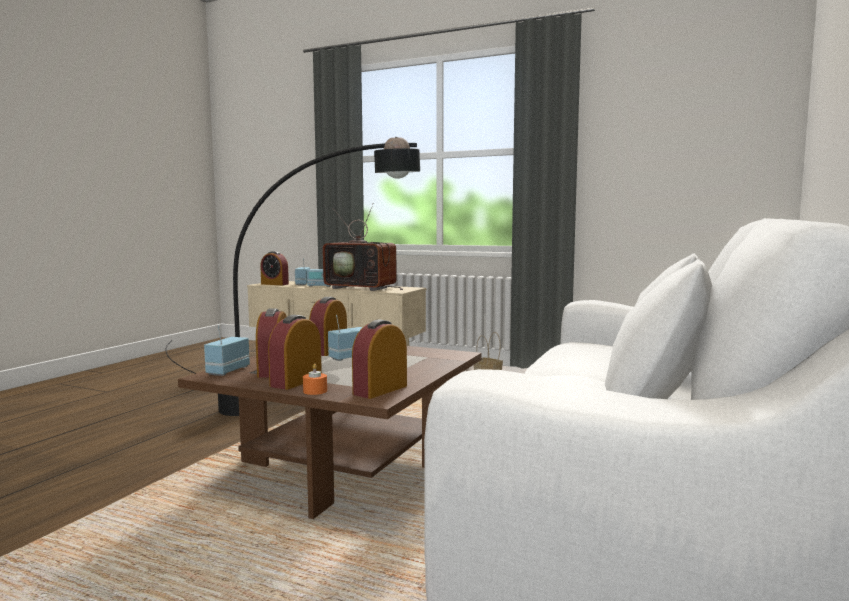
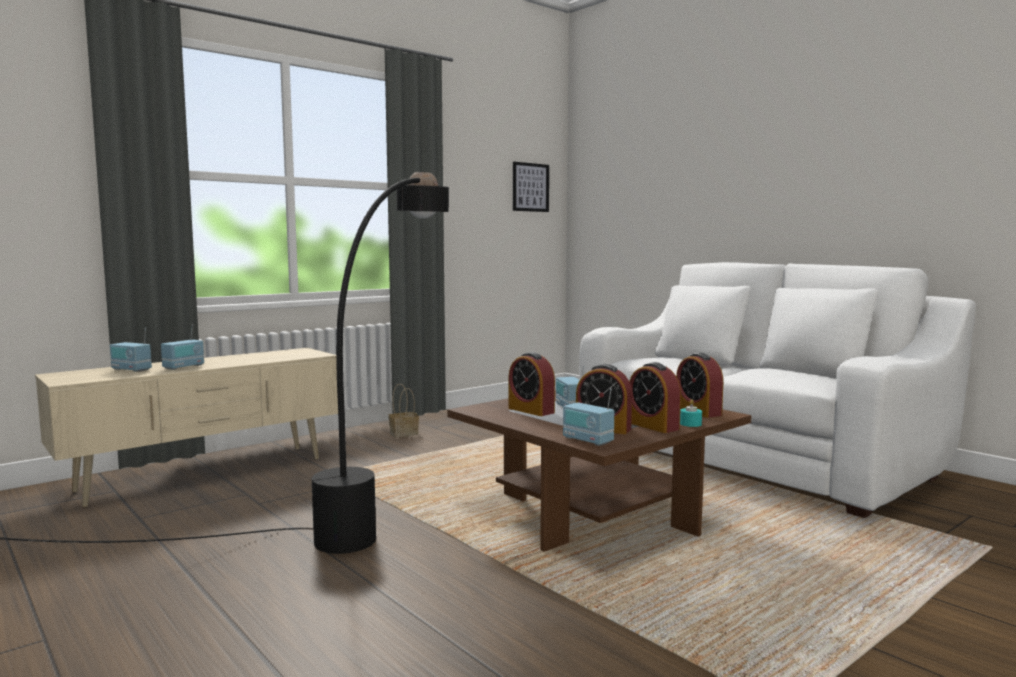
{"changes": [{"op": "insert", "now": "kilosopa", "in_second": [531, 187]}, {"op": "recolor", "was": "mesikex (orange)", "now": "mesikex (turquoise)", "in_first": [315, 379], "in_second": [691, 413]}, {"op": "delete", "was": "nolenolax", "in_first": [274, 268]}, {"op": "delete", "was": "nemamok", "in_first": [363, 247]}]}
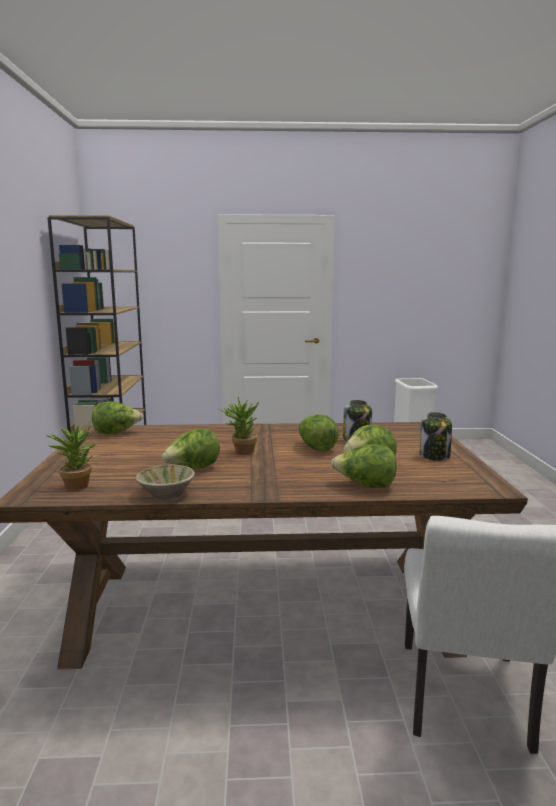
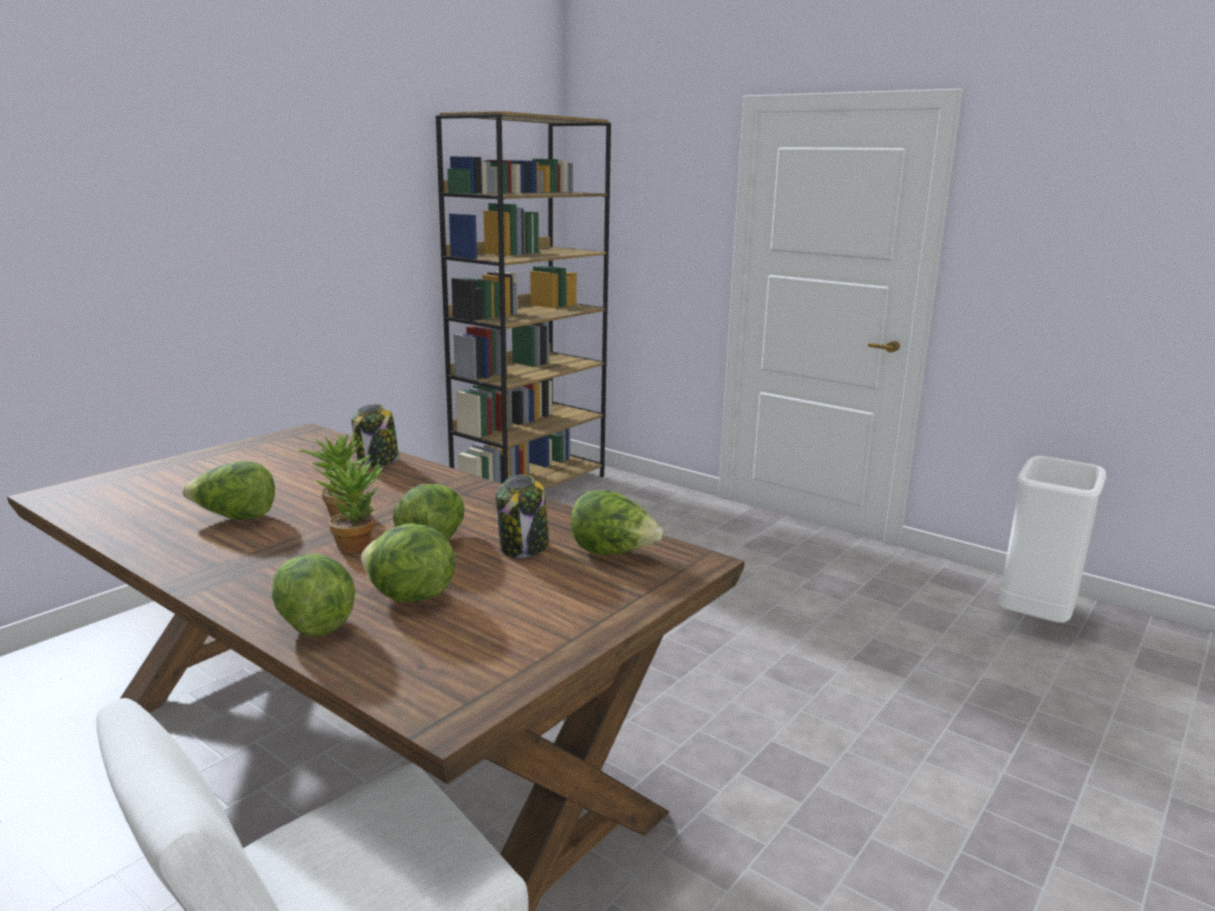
{"changes": [{"op": "move", "was": "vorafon", "in_first": [71, 456], "in_second": [347, 505]}, {"op": "move", "was": "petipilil", "in_first": [436, 436], "in_second": [375, 436]}, {"op": "move", "was": "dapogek", "in_first": [117, 418], "in_second": [616, 522]}, {"op": "delete", "was": "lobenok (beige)", "in_first": [165, 482]}]}
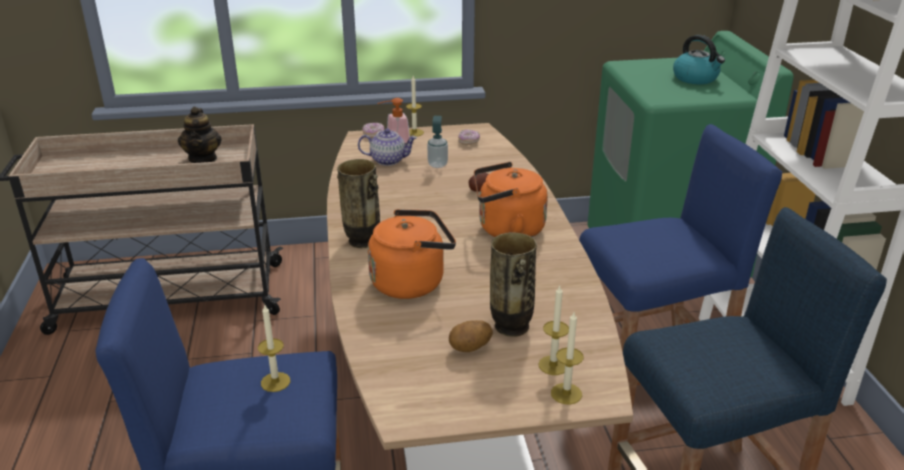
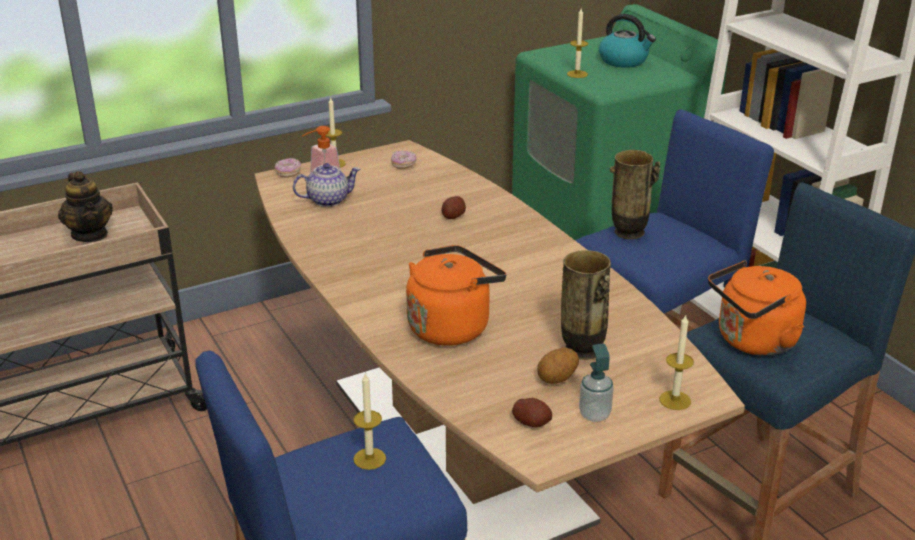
{"changes": [{"op": "insert", "now": "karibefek", "in_second": [532, 413]}, {"op": "move", "was": "mesikex", "in_first": [553, 330], "in_second": [577, 43]}, {"op": "move", "was": "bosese", "in_first": [437, 142], "in_second": [596, 382]}, {"op": "move", "was": "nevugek", "in_first": [358, 203], "in_second": [635, 194]}, {"op": "move", "was": "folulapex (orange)", "in_first": [511, 199], "in_second": [757, 308]}]}
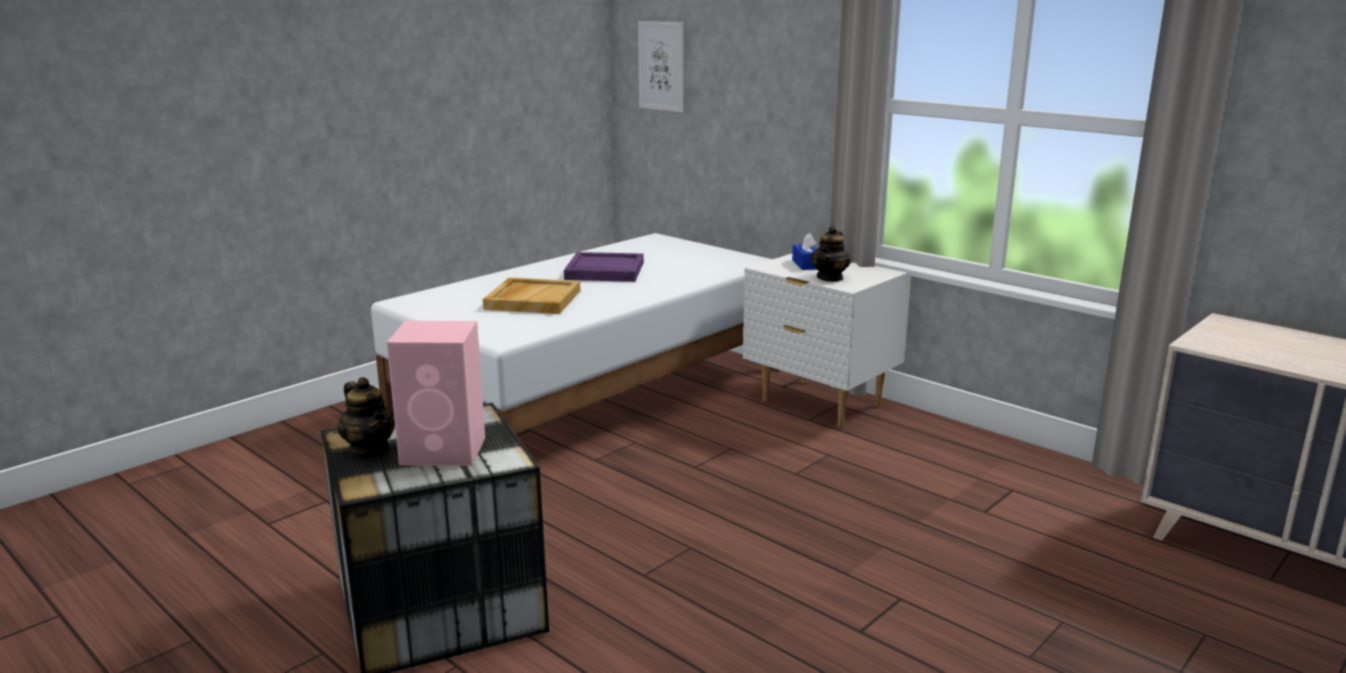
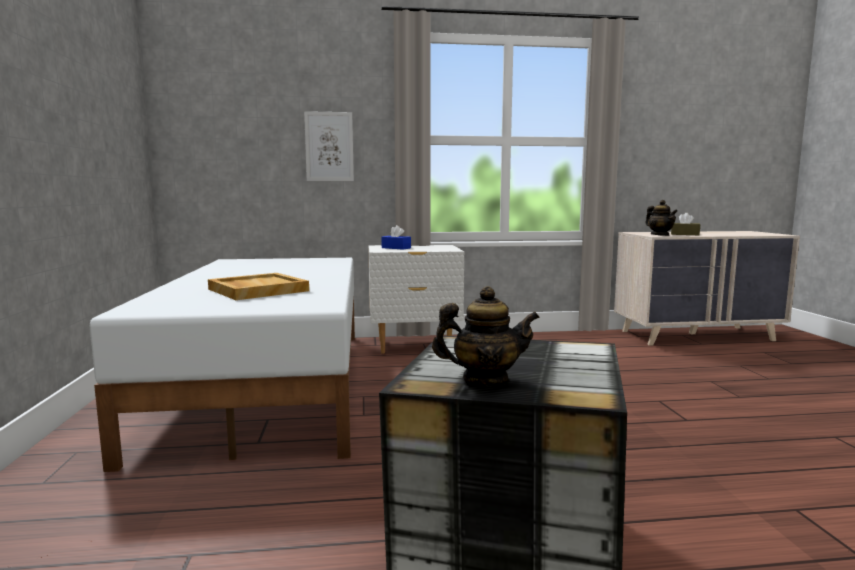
{"changes": [{"op": "move", "was": "kilosopa", "in_first": [660, 67], "in_second": [329, 146]}, {"op": "move", "was": "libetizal", "in_first": [831, 254], "in_second": [661, 218]}, {"op": "insert", "now": "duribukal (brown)", "in_second": [685, 224]}, {"op": "delete", "was": "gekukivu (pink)", "in_first": [436, 393]}, {"op": "delete", "was": "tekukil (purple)", "in_first": [604, 267]}]}
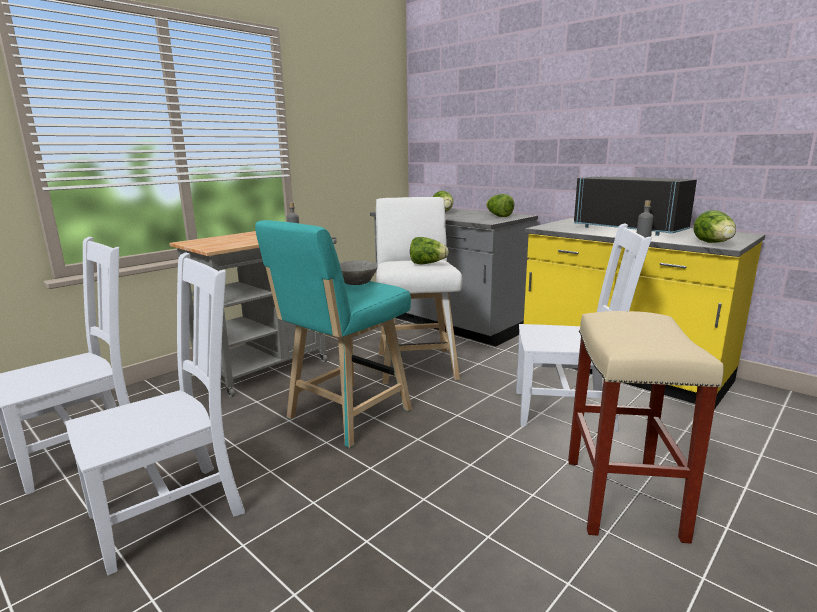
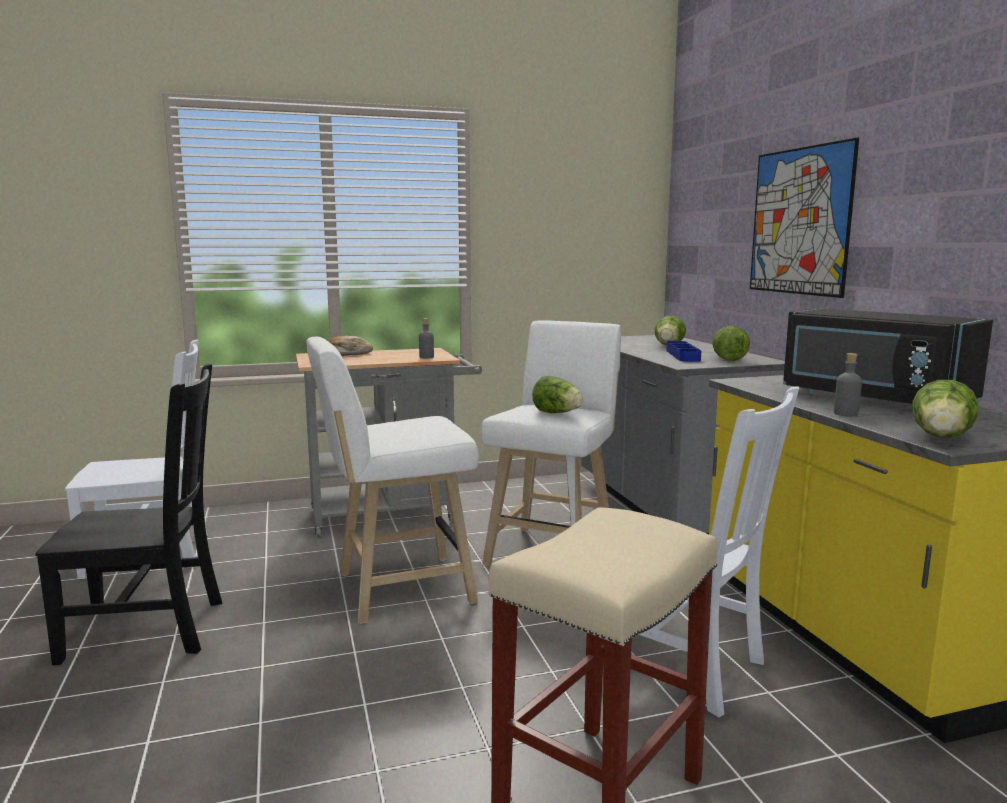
{"changes": [{"op": "recolor", "was": "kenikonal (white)", "now": "kenikonal (black)", "in_first": [155, 414], "in_second": [128, 514]}, {"op": "recolor", "was": "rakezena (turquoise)", "now": "rakezena (white)", "in_first": [333, 334], "in_second": [392, 480]}, {"op": "insert", "now": "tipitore", "in_second": [350, 346]}, {"op": "insert", "now": "tekukil (blue)", "in_second": [683, 351]}, {"op": "insert", "now": "kilosopa", "in_second": [804, 218]}, {"op": "rotate", "was": "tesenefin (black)", "in_first": [635, 206], "in_second": [888, 356], "clockwise": 150}, {"op": "delete", "was": "lobenok (grey)", "in_first": [359, 273]}]}
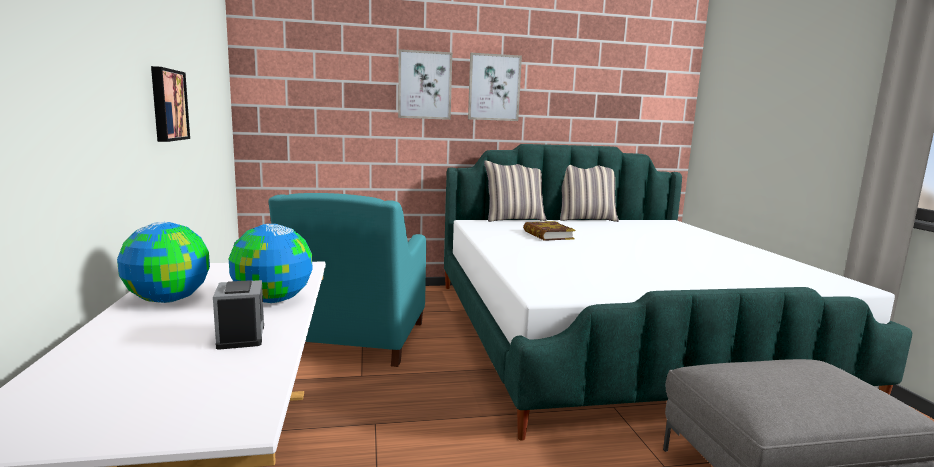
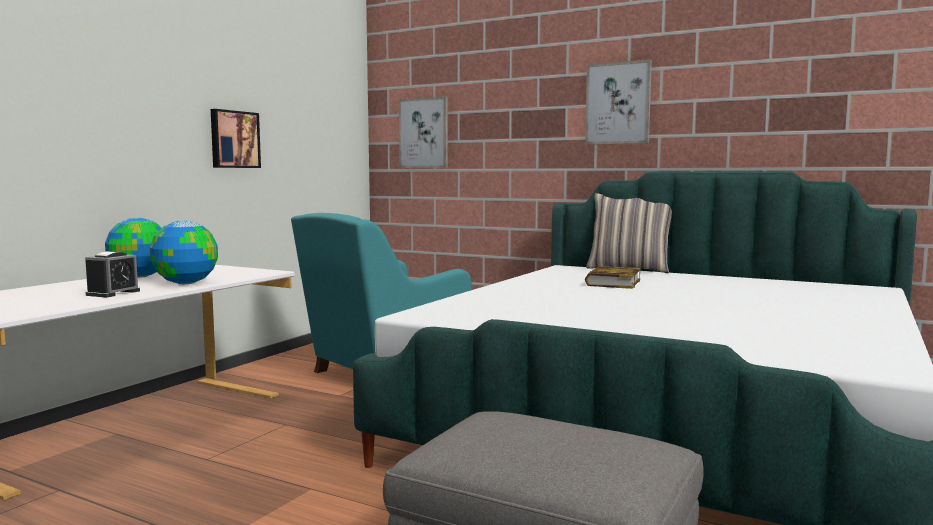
{"changes": [{"op": "move", "was": "kilosopa", "in_first": [425, 84], "in_second": [423, 132]}, {"op": "delete", "was": "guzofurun", "in_first": [589, 193]}]}
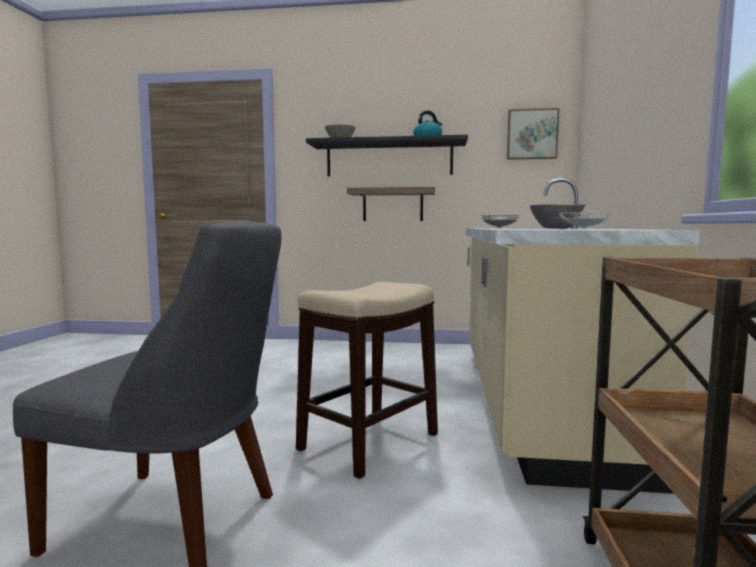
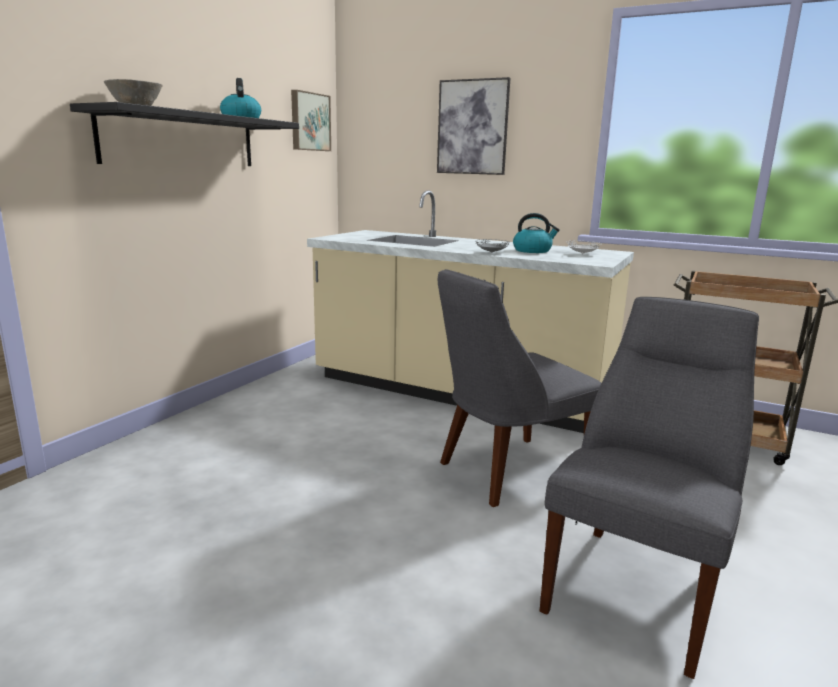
{"changes": [{"op": "insert", "now": "kilosopa", "in_second": [473, 126]}, {"op": "replace", "was": "rakezena", "now": "kenikonal (grey)", "in_first": [367, 380], "in_second": [519, 388]}, {"op": "replace", "was": "lobenok (grey)", "now": "folulapex", "in_first": [557, 216], "in_second": [536, 233]}, {"op": "delete", "was": "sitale", "in_first": [391, 204]}]}
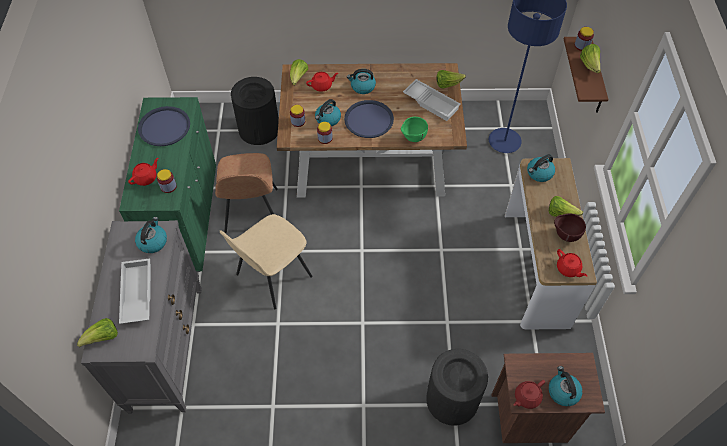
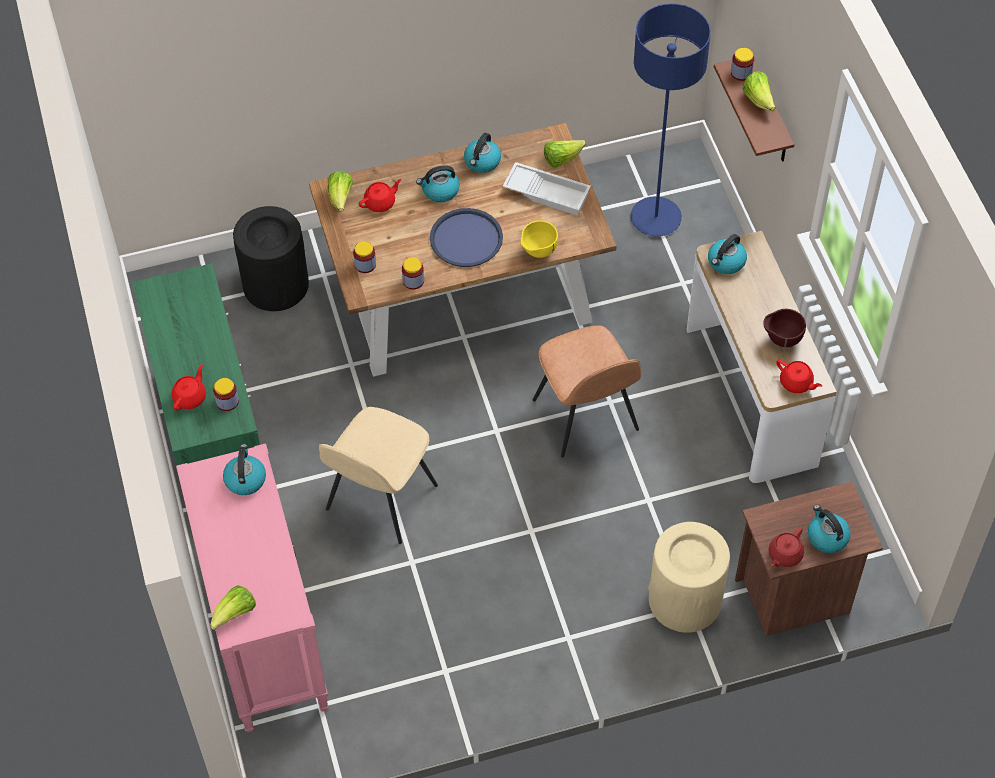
{"changes": [{"op": "recolor", "was": "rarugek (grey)", "now": "rarugek (pink)", "in_first": [141, 316], "in_second": [252, 588]}, {"op": "move", "was": "folulapex", "in_first": [328, 113], "in_second": [482, 153]}, {"op": "recolor", "was": "lobenok (green)", "now": "lobenok (yellow)", "in_first": [414, 129], "in_second": [539, 239]}, {"op": "move", "was": "kenikonal (brown)", "in_first": [246, 193], "in_second": [587, 391]}, {"op": "recolor", "was": "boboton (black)", "now": "boboton (beige)", "in_first": [457, 387], "in_second": [689, 577]}, {"op": "delete", "was": "tekukil (white)", "in_first": [135, 291]}, {"op": "delete", "was": "tekukil (blue)", "in_first": [164, 126]}, {"op": "delete", "was": "dapogek", "in_first": [566, 206]}]}
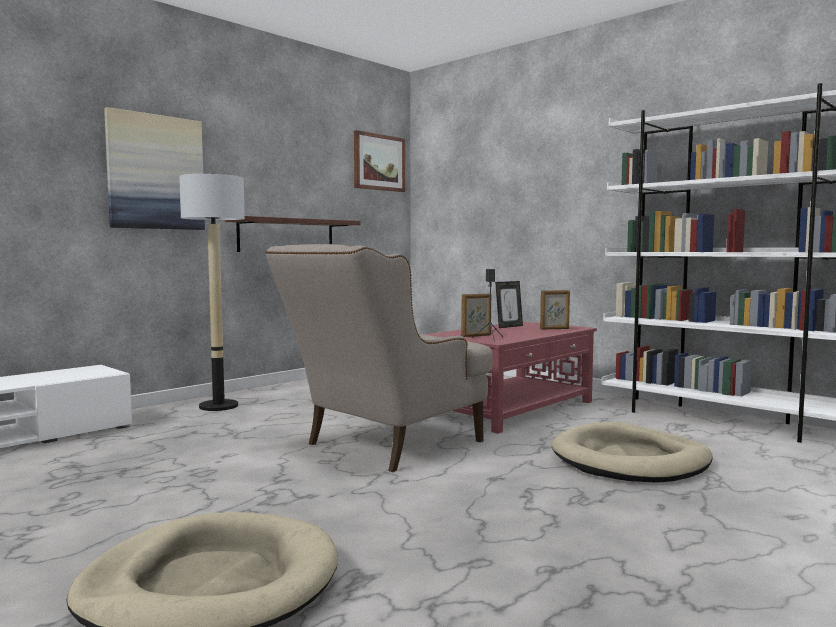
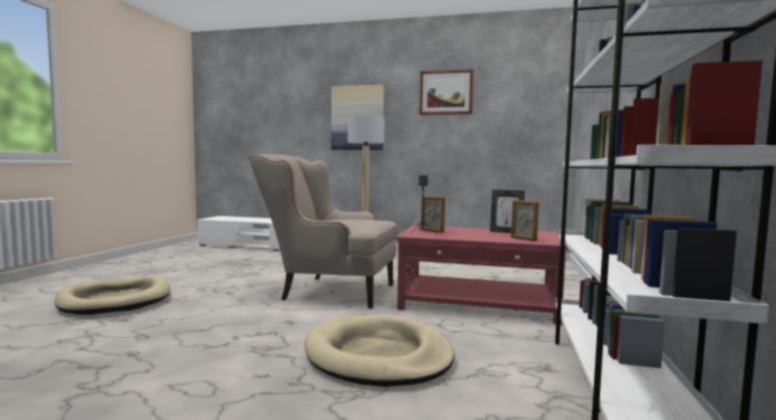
{"changes": [{"op": "move", "was": "kilosopa", "in_first": [379, 161], "in_second": [446, 92]}, {"op": "delete", "was": "sitale", "in_first": [293, 234]}]}
